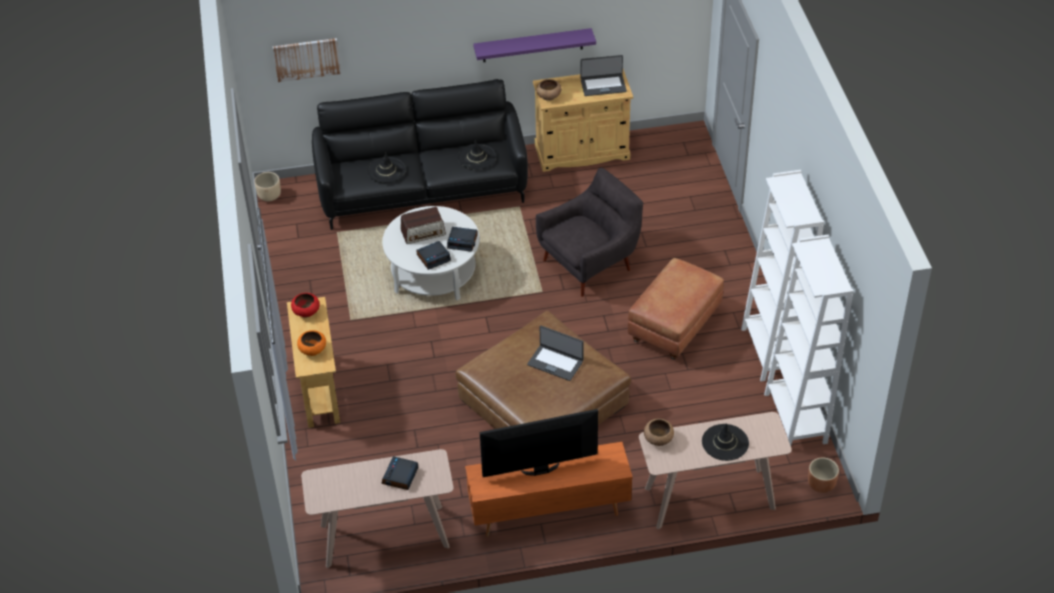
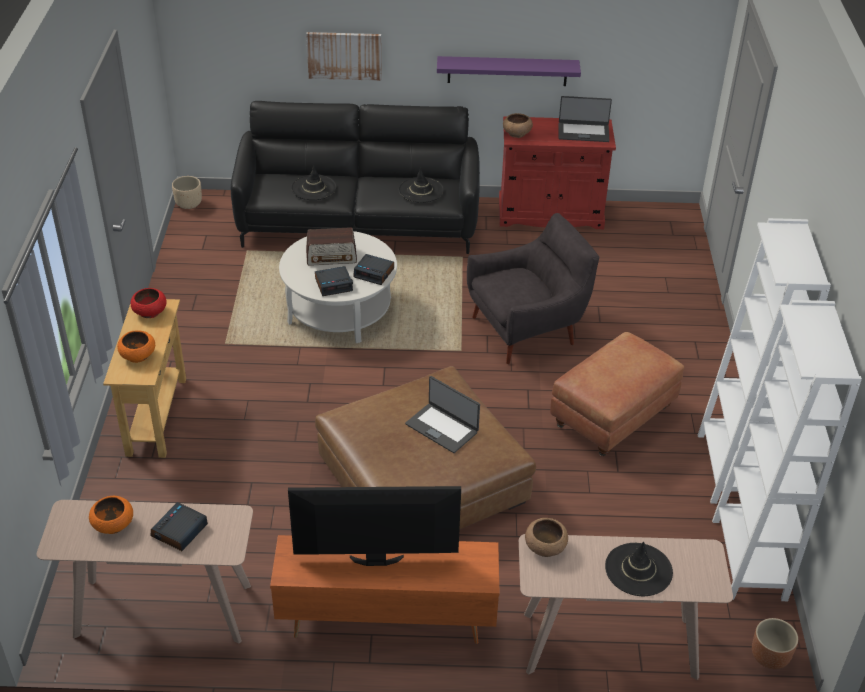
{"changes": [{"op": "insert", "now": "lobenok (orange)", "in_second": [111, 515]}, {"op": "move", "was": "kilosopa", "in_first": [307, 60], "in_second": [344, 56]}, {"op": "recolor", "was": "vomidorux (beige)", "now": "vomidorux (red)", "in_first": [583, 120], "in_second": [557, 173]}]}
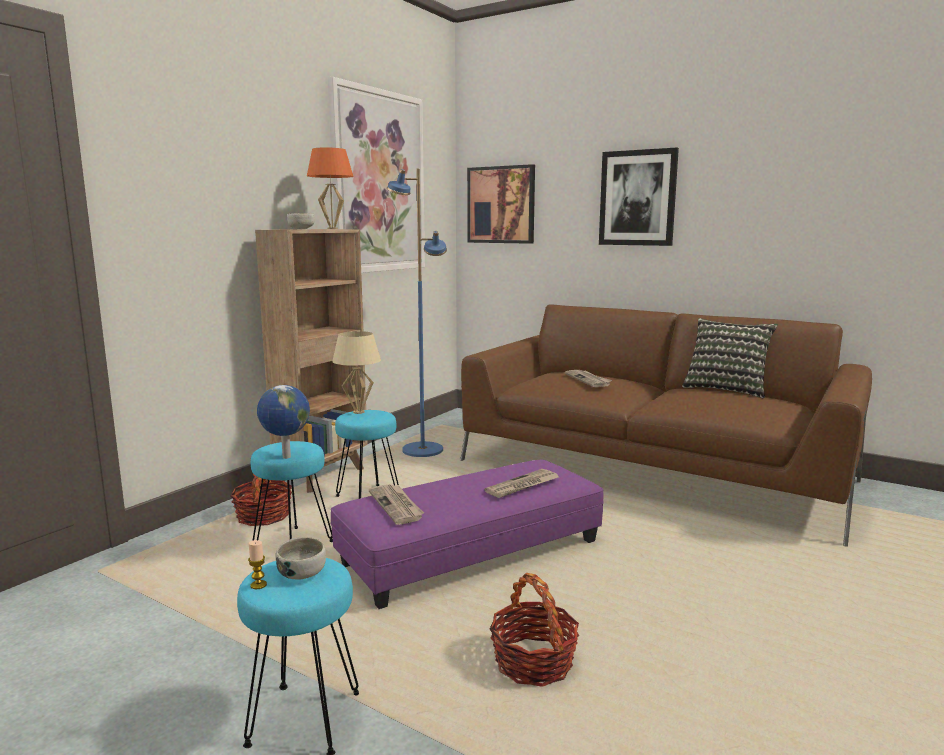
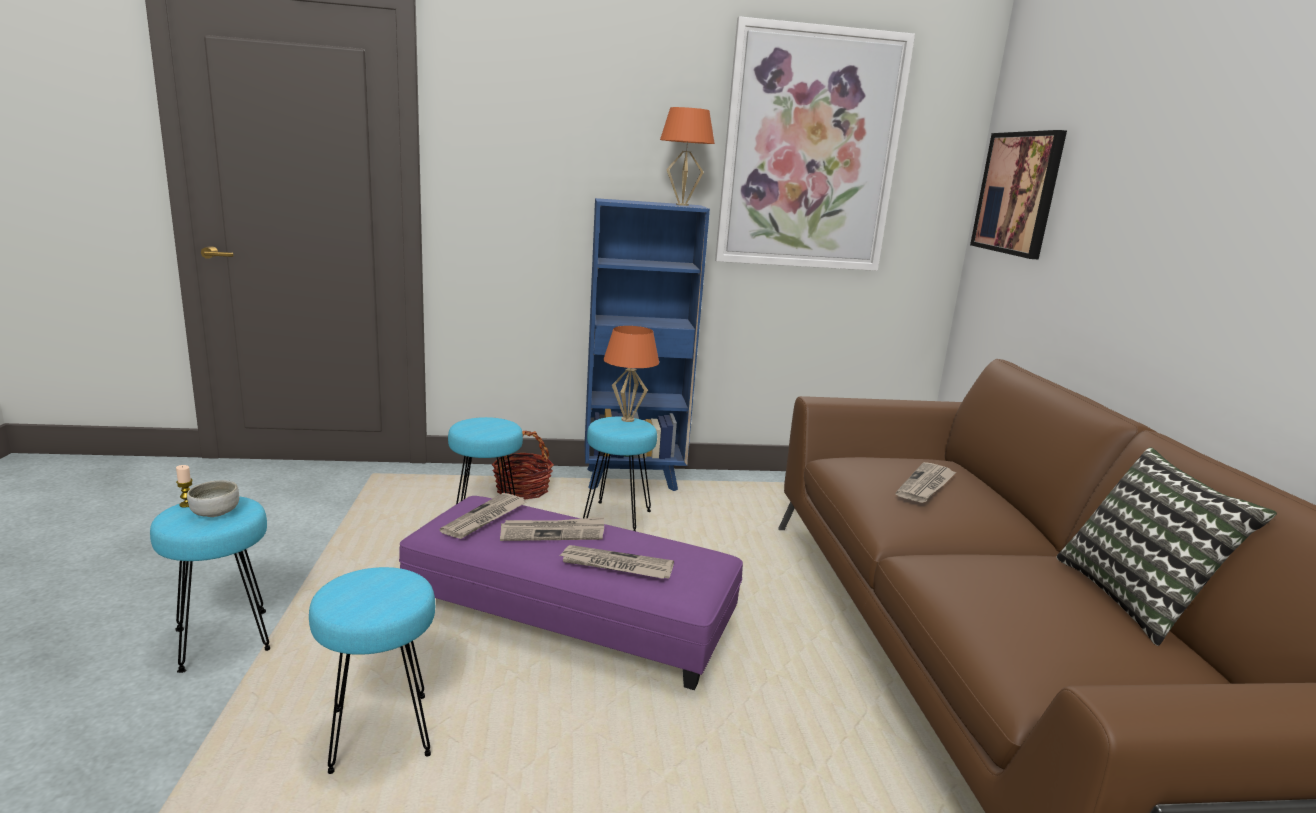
{"changes": [{"op": "replace", "was": "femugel", "now": "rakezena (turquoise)", "in_first": [534, 630], "in_second": [372, 670]}, {"op": "insert", "now": "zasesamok", "in_second": [552, 529]}, {"op": "recolor", "was": "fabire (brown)", "now": "fabire (blue)", "in_first": [311, 361], "in_second": [647, 344]}, {"op": "recolor", "was": "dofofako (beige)", "now": "dofofako (orange)", "in_first": [356, 372], "in_second": [631, 374]}, {"op": "delete", "was": "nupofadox", "in_first": [283, 422]}, {"op": "delete", "was": "lobenok", "in_first": [300, 221]}, {"op": "delete", "was": "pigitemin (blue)", "in_first": [417, 313]}, {"op": "delete", "was": "kilosopa", "in_first": [639, 197]}]}
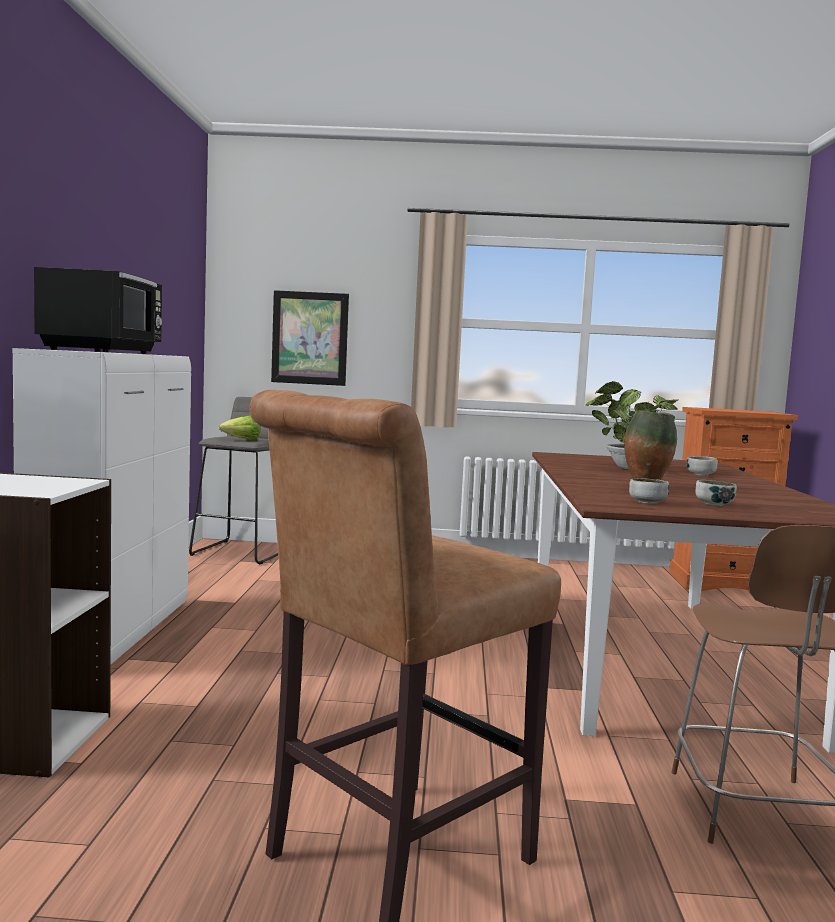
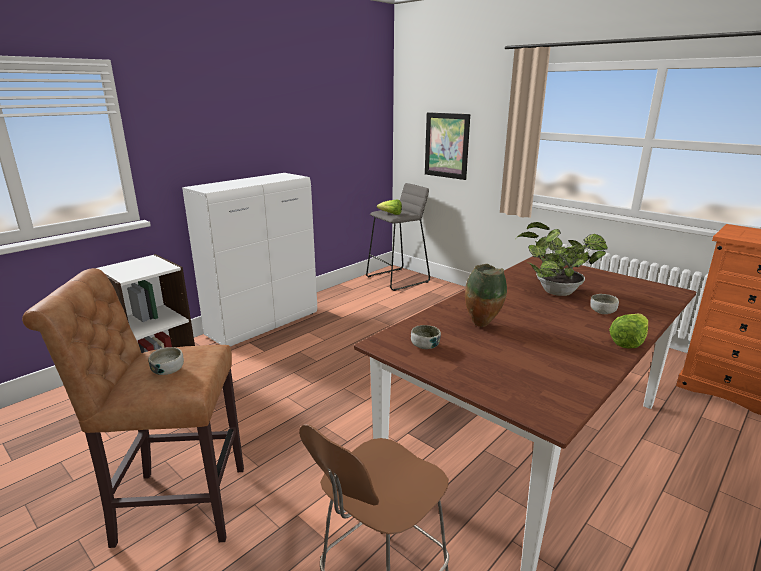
{"changes": [{"op": "move", "was": "lobenok", "in_first": [716, 493], "in_second": [166, 361]}, {"op": "insert", "now": "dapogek", "in_second": [628, 331]}, {"op": "delete", "was": "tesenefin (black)", "in_first": [98, 310]}]}
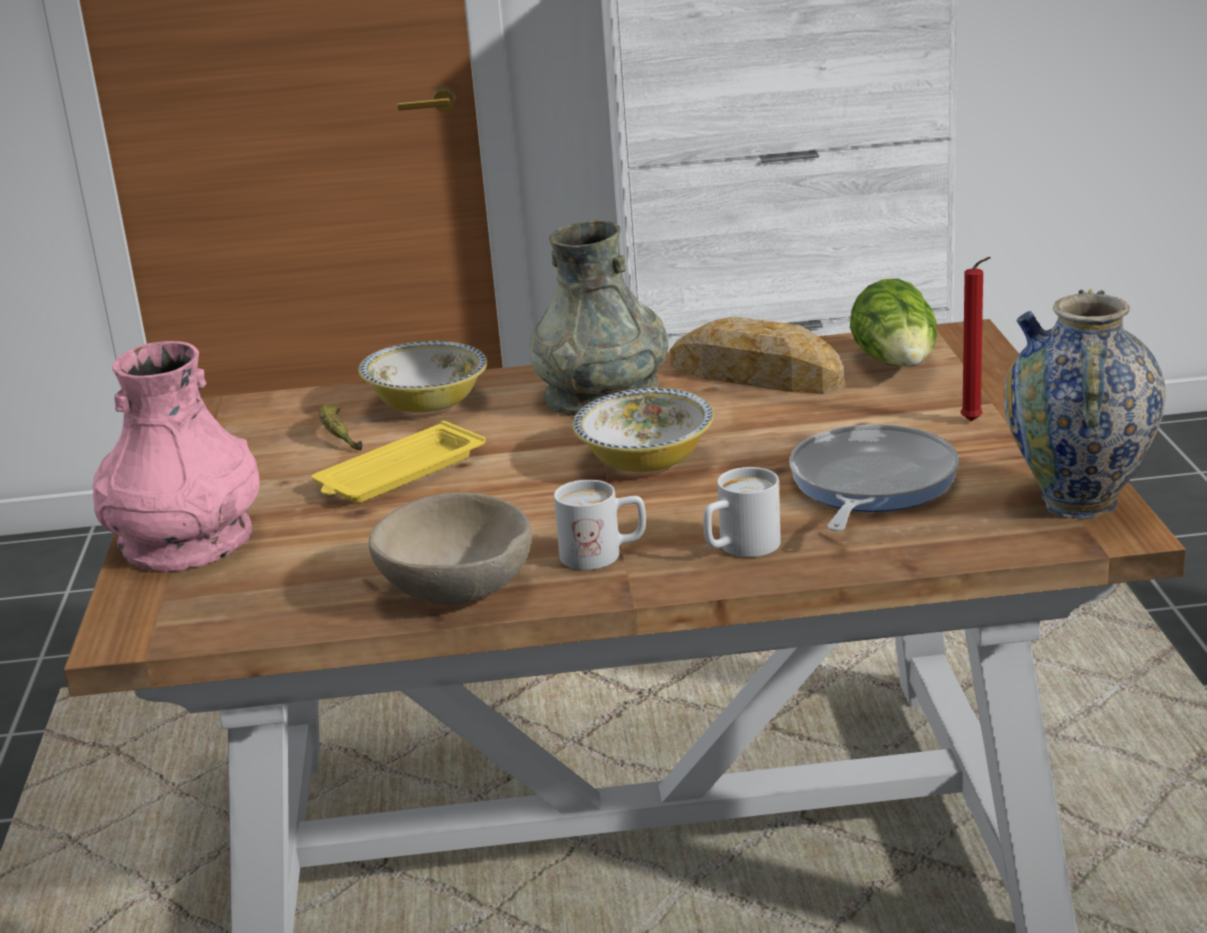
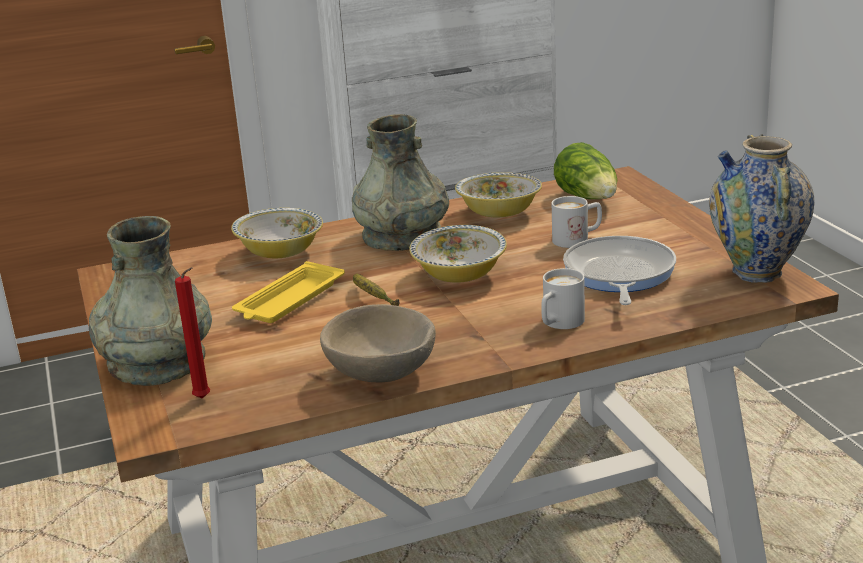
{"changes": [{"op": "recolor", "was": "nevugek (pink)", "now": "nevugek (grey)", "in_first": [175, 456], "in_second": [150, 301]}, {"op": "move", "was": "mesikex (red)", "in_first": [976, 339], "in_second": [192, 332]}, {"op": "move", "was": "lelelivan", "in_first": [340, 427], "in_second": [376, 290]}, {"op": "replace", "was": "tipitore", "now": "lobenok", "in_first": [757, 354], "in_second": [498, 194]}, {"op": "move", "was": "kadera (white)", "in_first": [600, 525], "in_second": [577, 222]}]}
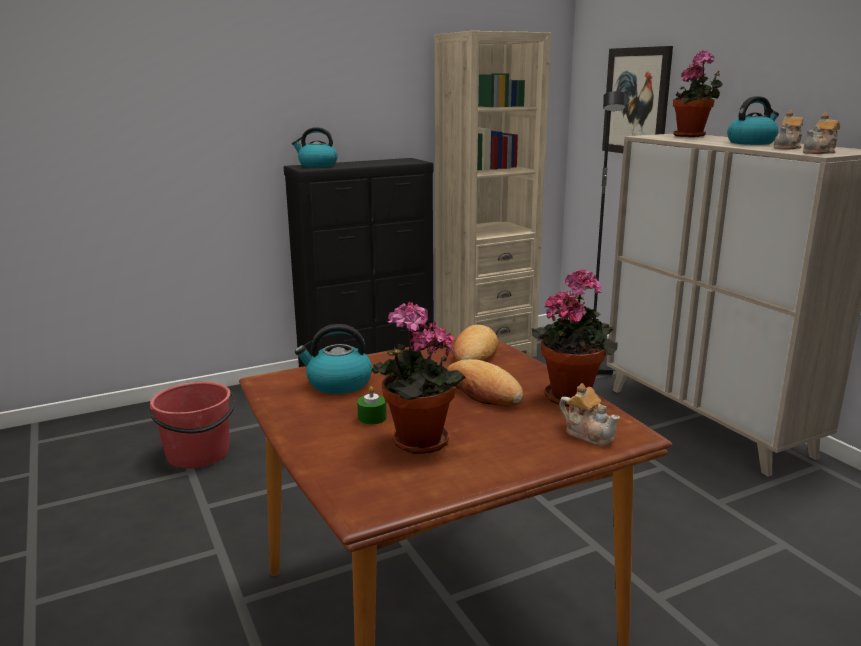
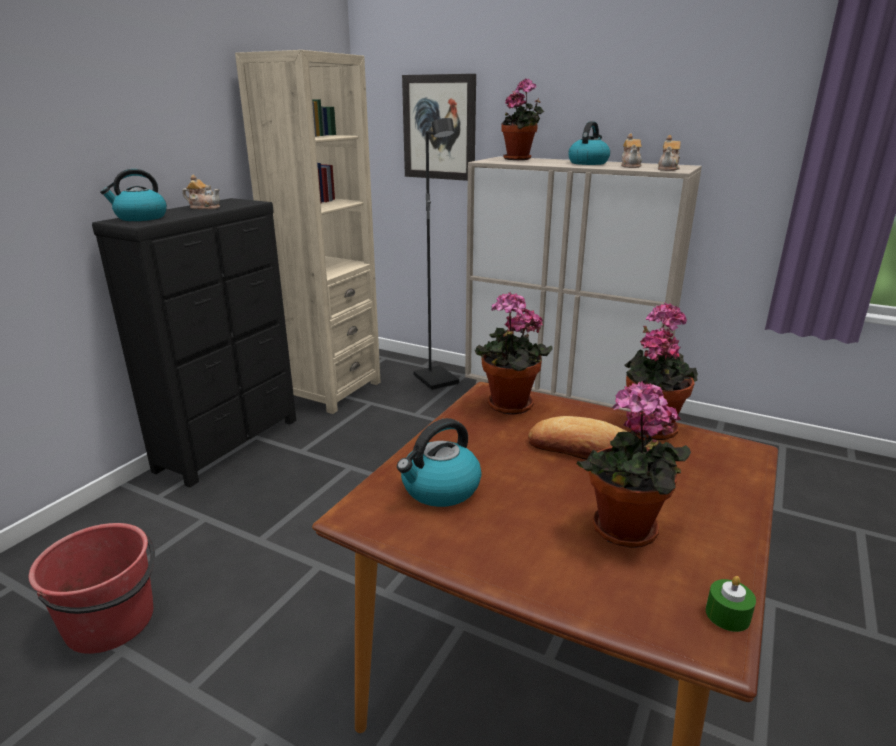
{"changes": [{"op": "move", "was": "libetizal", "in_first": [589, 414], "in_second": [201, 192]}, {"op": "replace", "was": "tipitore", "now": "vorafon", "in_first": [475, 343], "in_second": [514, 354]}, {"op": "move", "was": "mesikex (green)", "in_first": [372, 405], "in_second": [731, 604]}]}
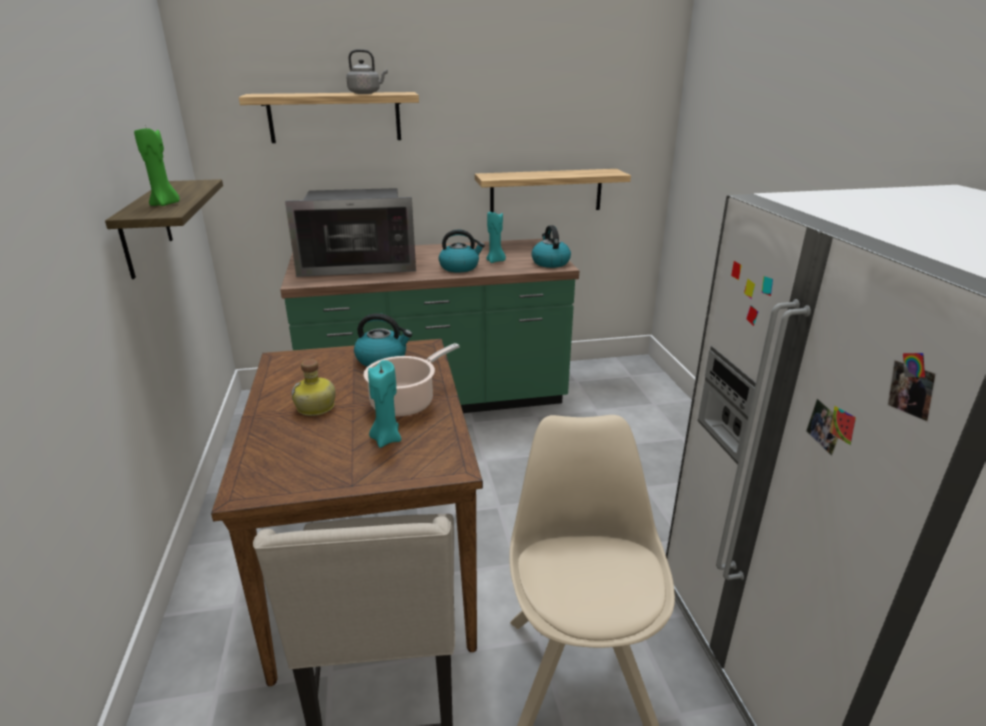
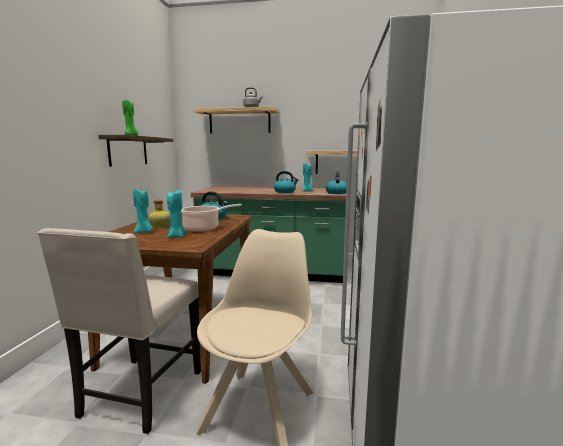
{"changes": [{"op": "insert", "now": "mesikex (turquoise)", "in_second": [143, 211]}, {"op": "delete", "was": "tesenefin", "in_first": [350, 232]}]}
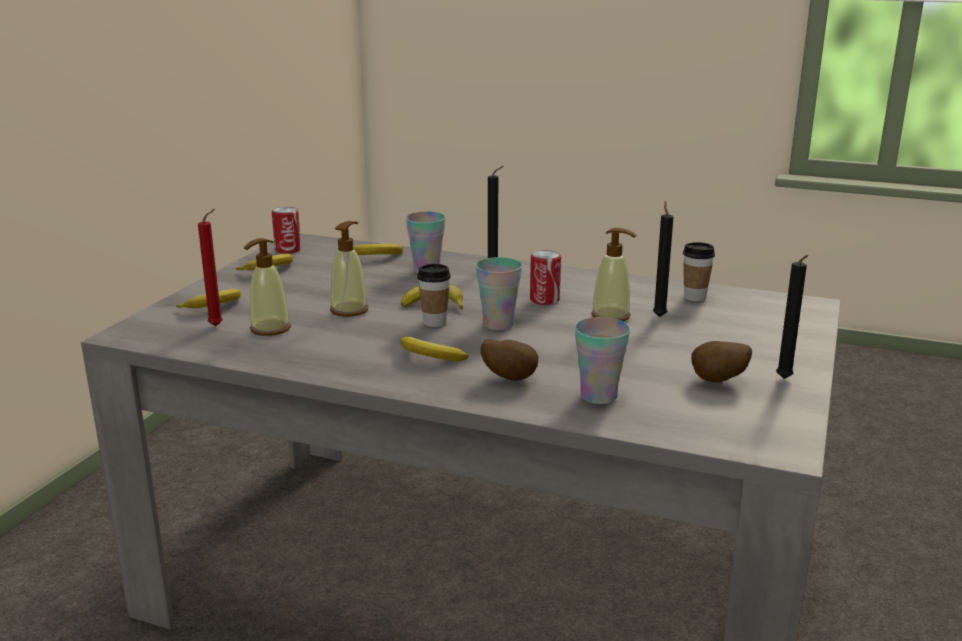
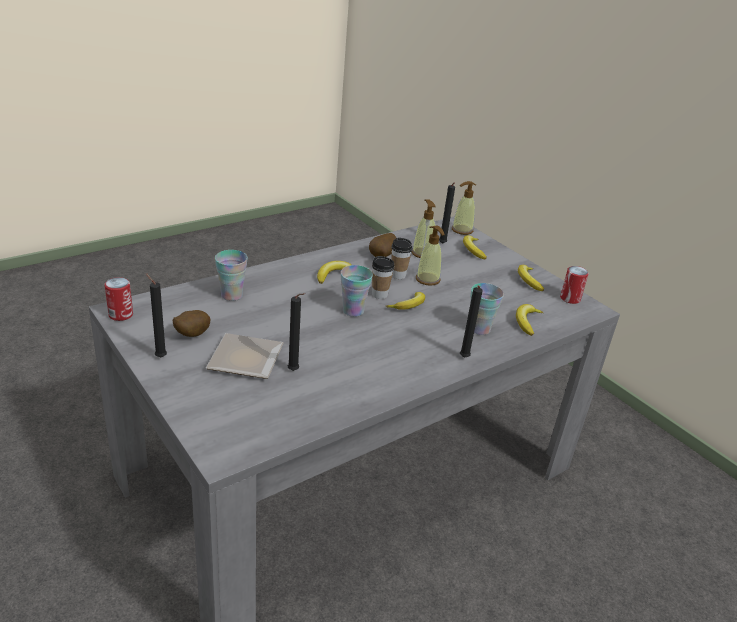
{"changes": [{"op": "move", "was": "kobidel", "in_first": [545, 277], "in_second": [119, 299]}, {"op": "insert", "now": "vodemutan", "in_second": [245, 356]}, {"op": "move", "was": "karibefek", "in_first": [510, 360], "in_second": [382, 245]}, {"op": "move", "was": "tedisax", "in_first": [699, 271], "in_second": [402, 258]}, {"op": "recolor", "was": "mesikex (red)", "now": "mesikex (black)", "in_first": [210, 267], "in_second": [447, 213]}, {"op": "move", "was": "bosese", "in_first": [613, 275], "in_second": [464, 208]}]}
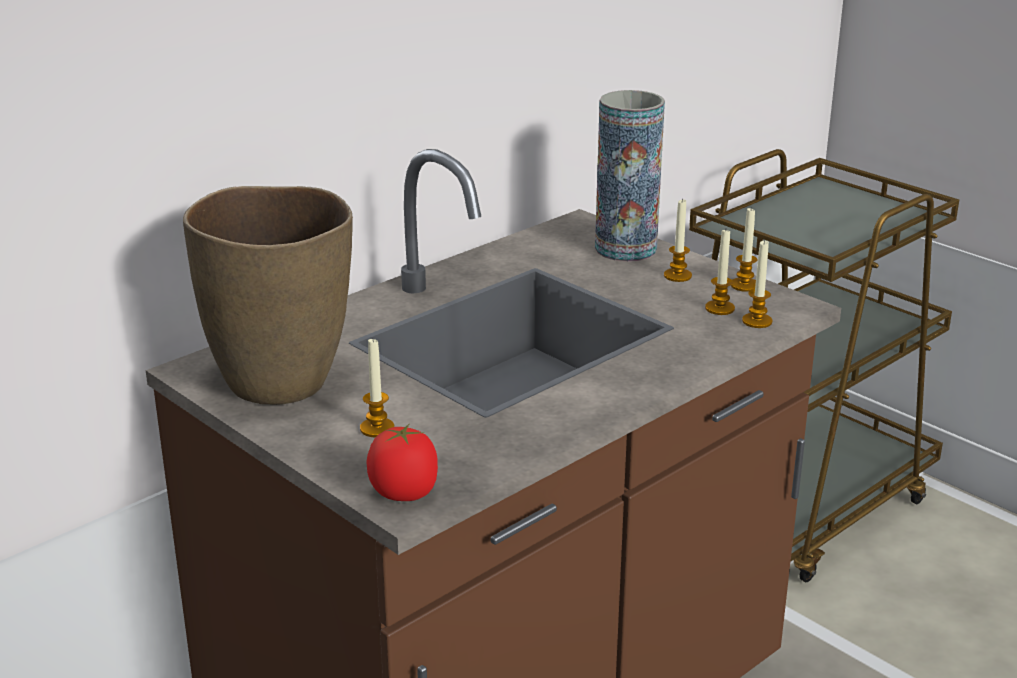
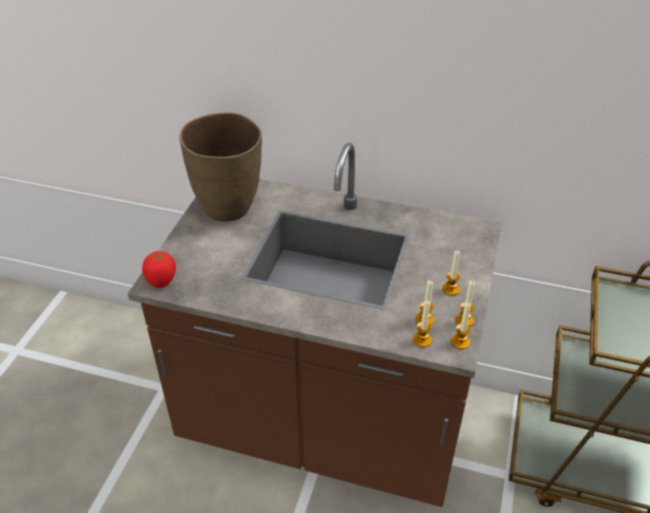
{"changes": [{"op": "move", "was": "mesikex", "in_first": [377, 388], "in_second": [461, 325]}, {"op": "delete", "was": "nevugek", "in_first": [630, 176]}]}
